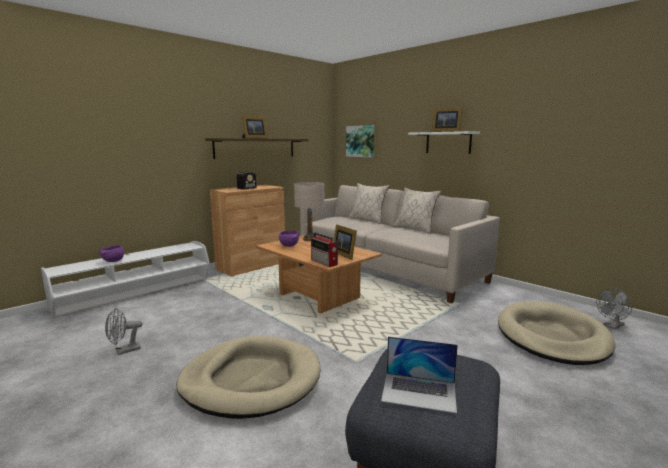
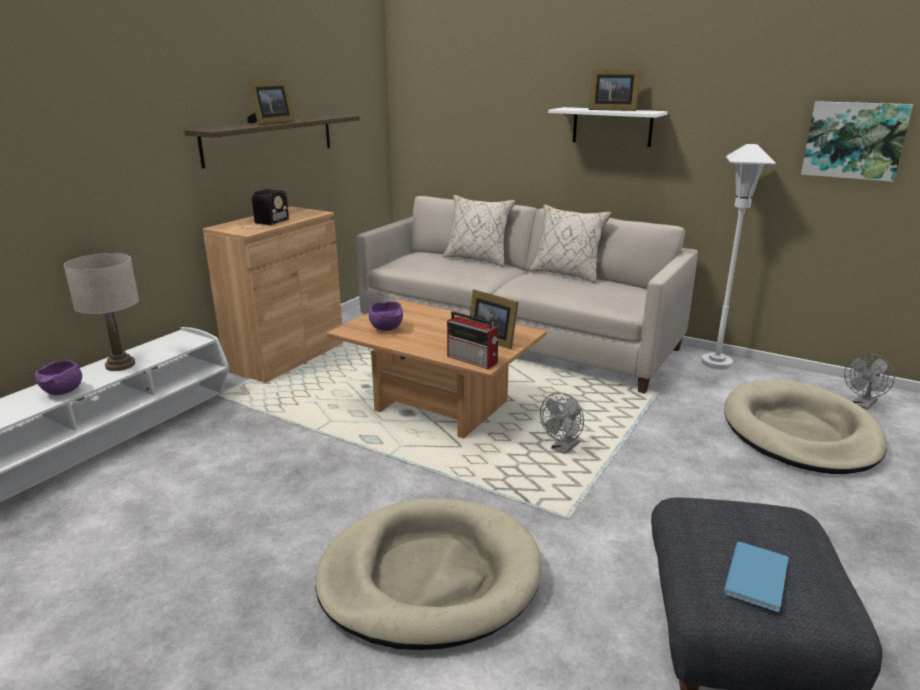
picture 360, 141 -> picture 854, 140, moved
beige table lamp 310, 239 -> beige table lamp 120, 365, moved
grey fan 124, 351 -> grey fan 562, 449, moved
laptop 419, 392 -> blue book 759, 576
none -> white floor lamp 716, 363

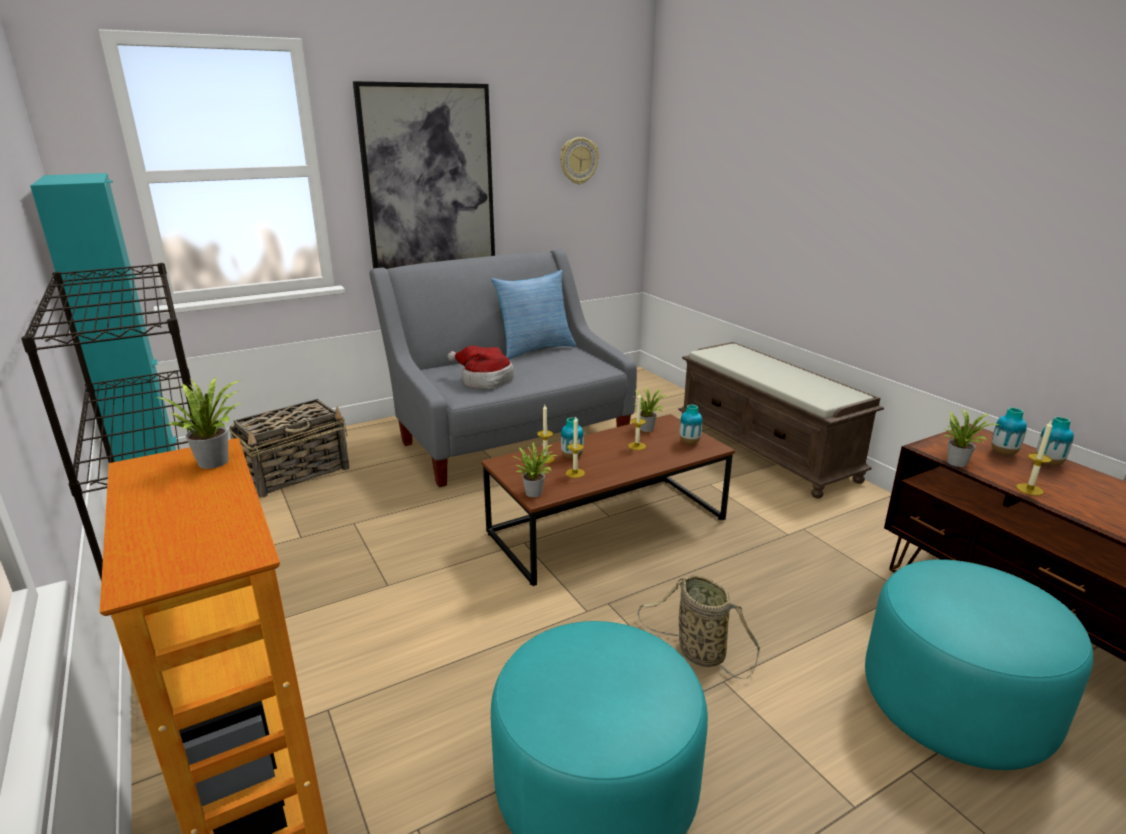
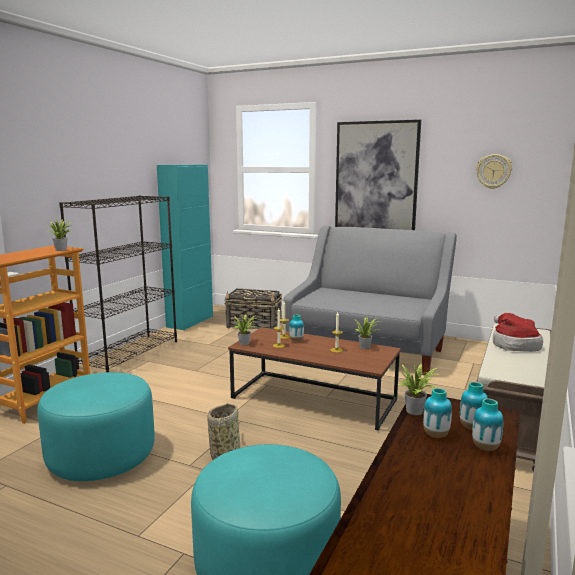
pillow 534, 349 -> none
hat 484, 380 -> hat 513, 344, moved
vase 689, 442 -> vase 436, 435, moved
candle 1029, 489 -> none

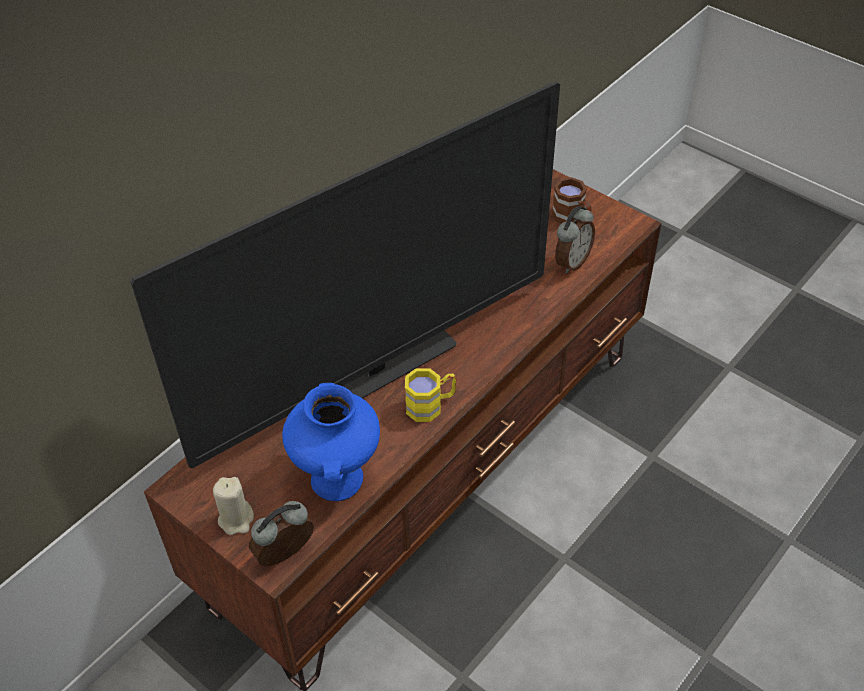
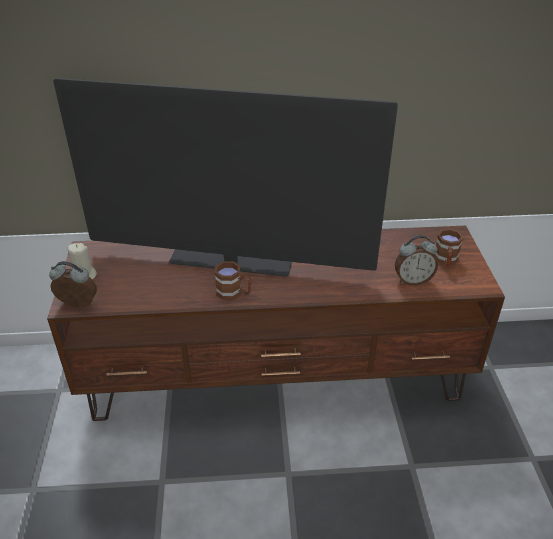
yellow mug 431, 405 -> brown mug 234, 293
blue vase 338, 480 -> none

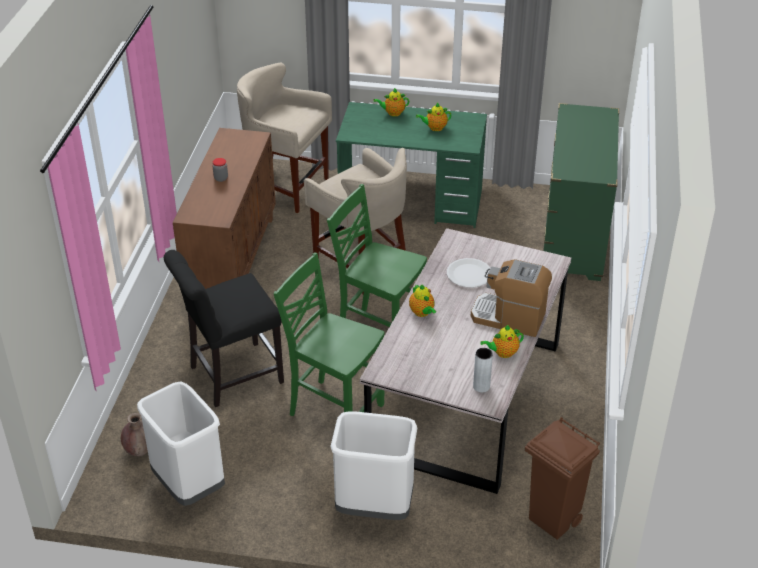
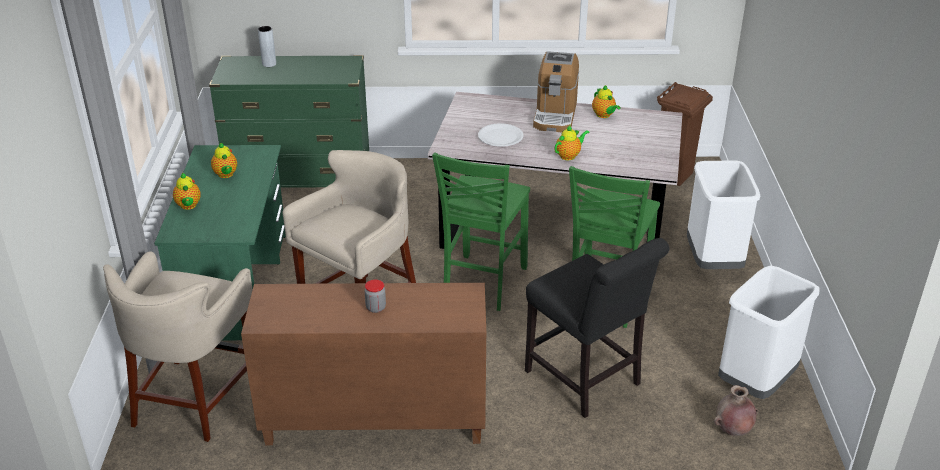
grey vase 481, 386 -> grey vase 269, 64, moved

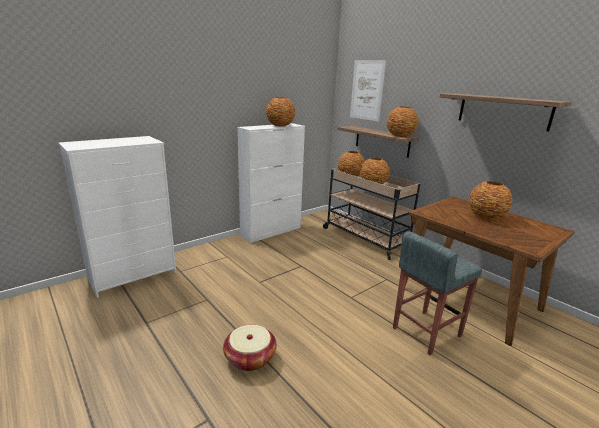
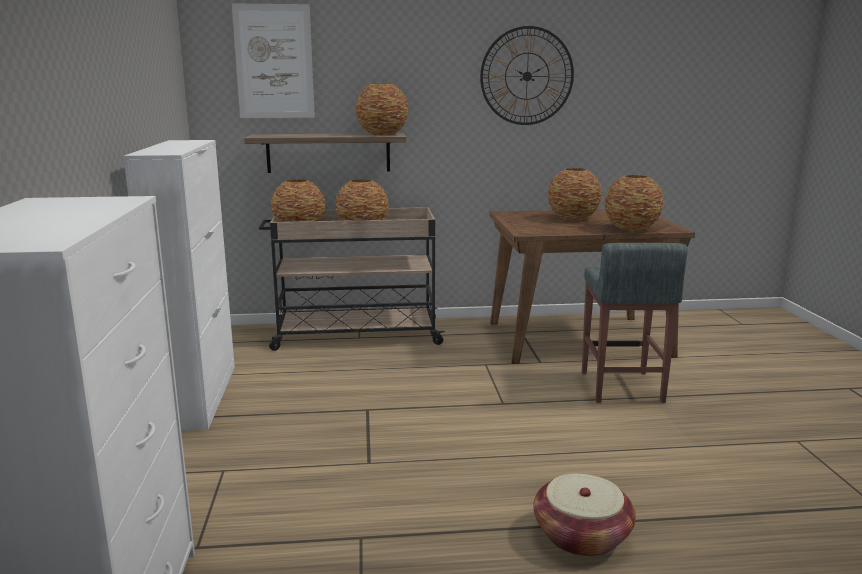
shelf 503, 111 -> wall clock 527, 76
vase 280, 125 -> vase 632, 229, moved

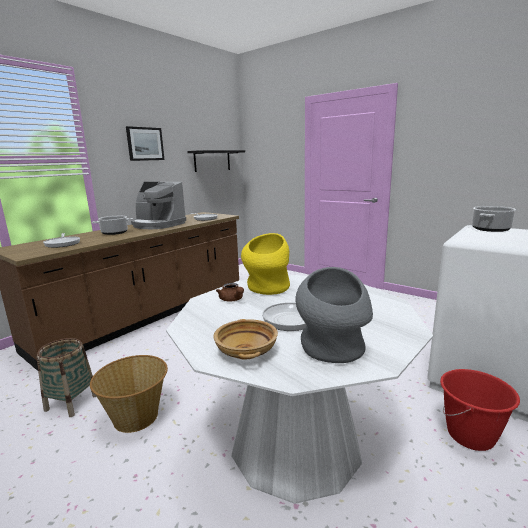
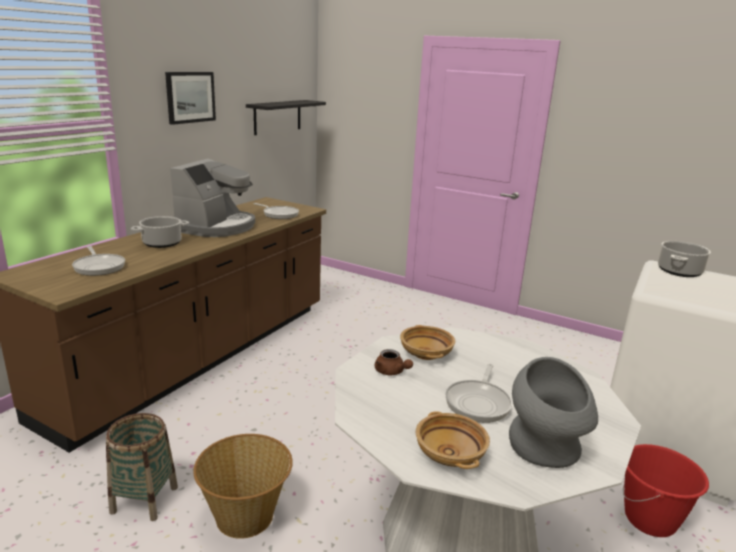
coffee machine 158, 225 -> coffee machine 217, 227, 90 degrees counterclockwise
yellow vase 267, 289 -> beige bowl 426, 353

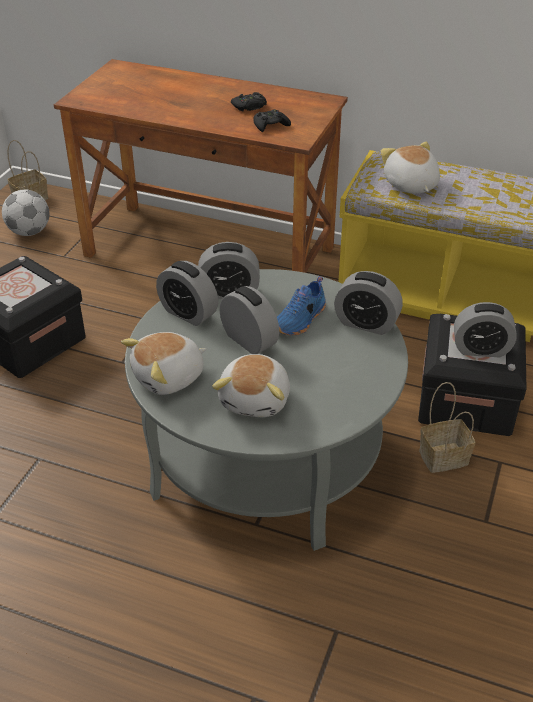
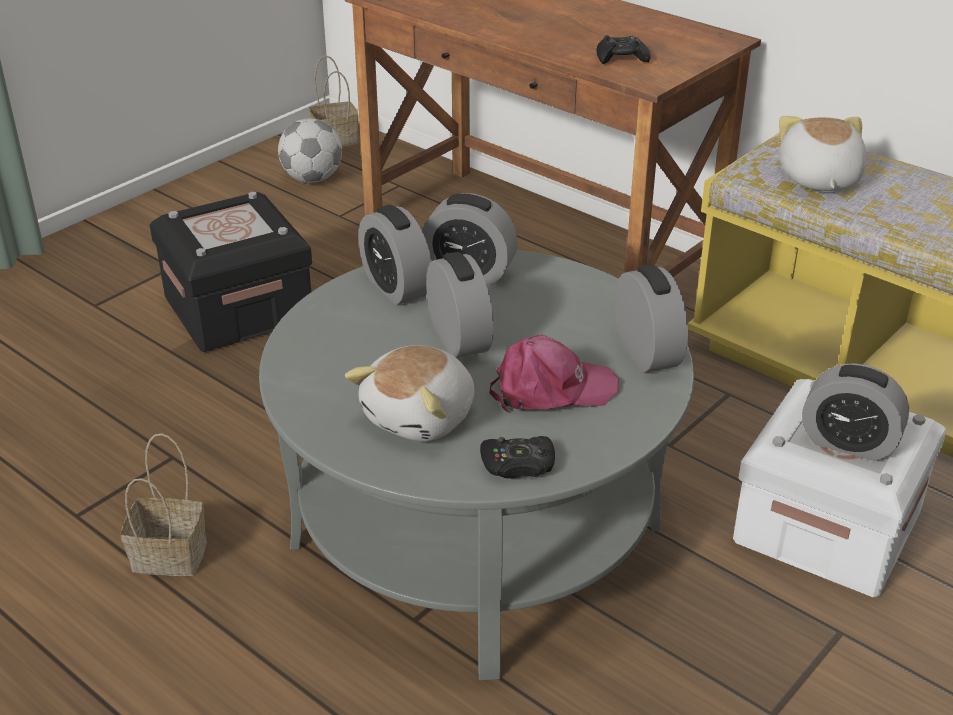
black game controller 249, 106 -> black game controller 518, 465, moved
alarm clock 366, 323 -> alarm clock 646, 352, 150 degrees counterclockwise
blue shoe 300, 320 -> none
black storage box 466, 399 -> white storage box 827, 527
plush toy 169, 377 -> none
basket 444, 456 -> basket 172, 555, moved
none -> pink cap 551, 389

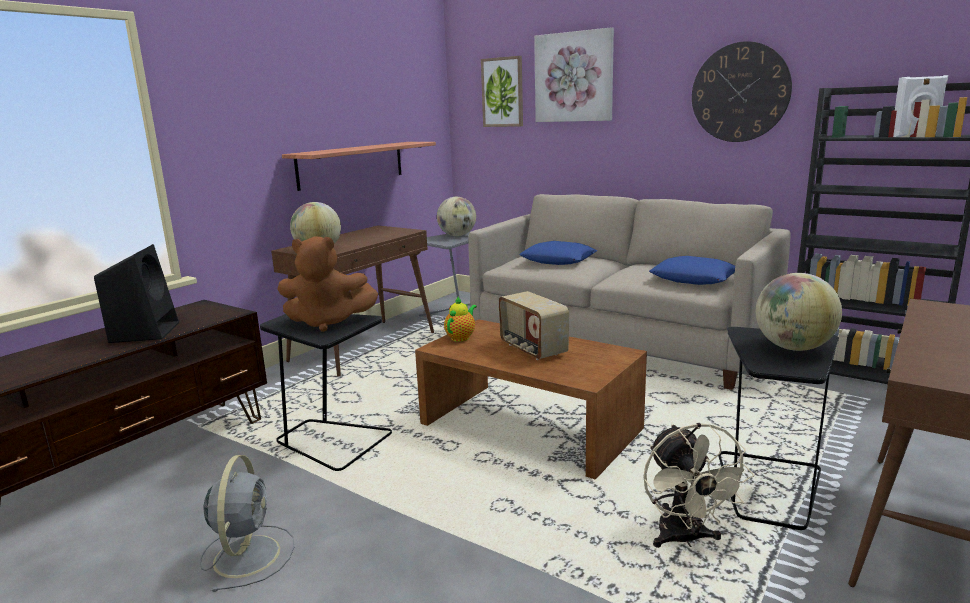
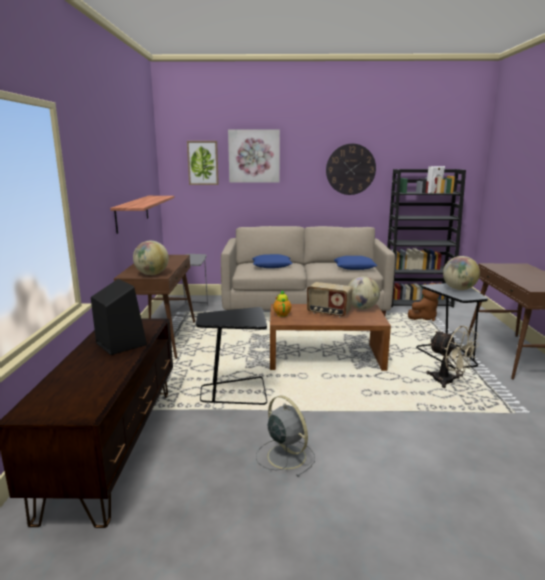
globe 457, 235 -> globe 362, 308, moved
brown plush toy 328, 322 -> brown plush toy 423, 318, moved

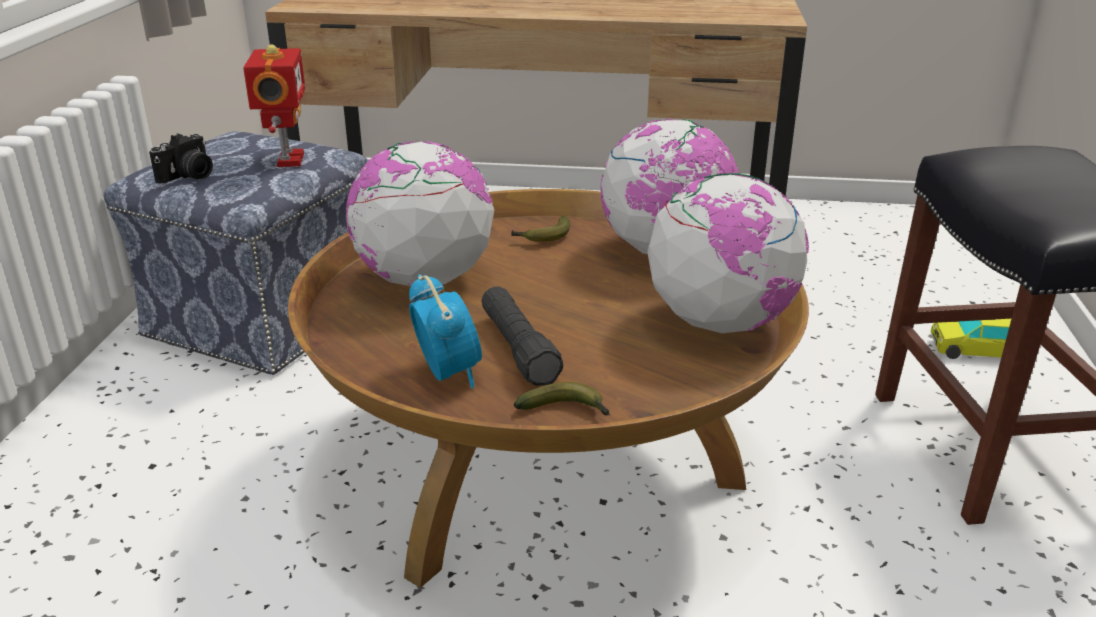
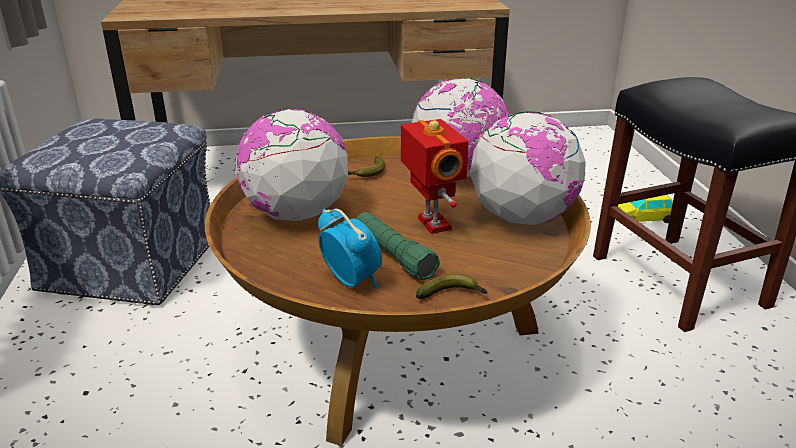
toy robot 287, 160 -> toy robot 431, 224, moved
photo camera 189, 176 -> none
black flashlight 518, 349 -> green flashlight 393, 256

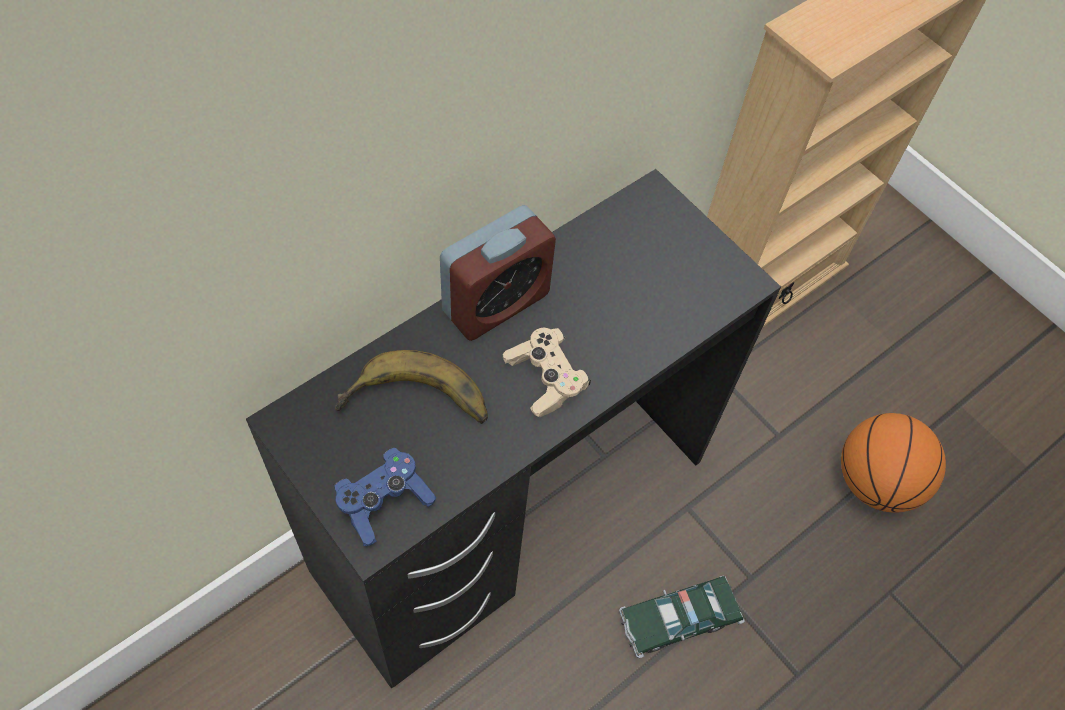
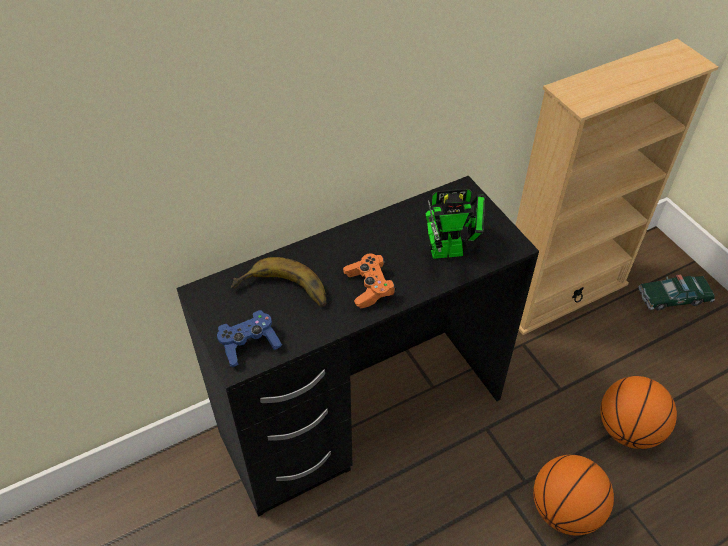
alarm clock 496, 303 -> none
beige game controller 545, 379 -> orange game controller 369, 287
toy car 679, 619 -> toy car 673, 298, moved
none -> toy robot 452, 251
none -> basketball 565, 510

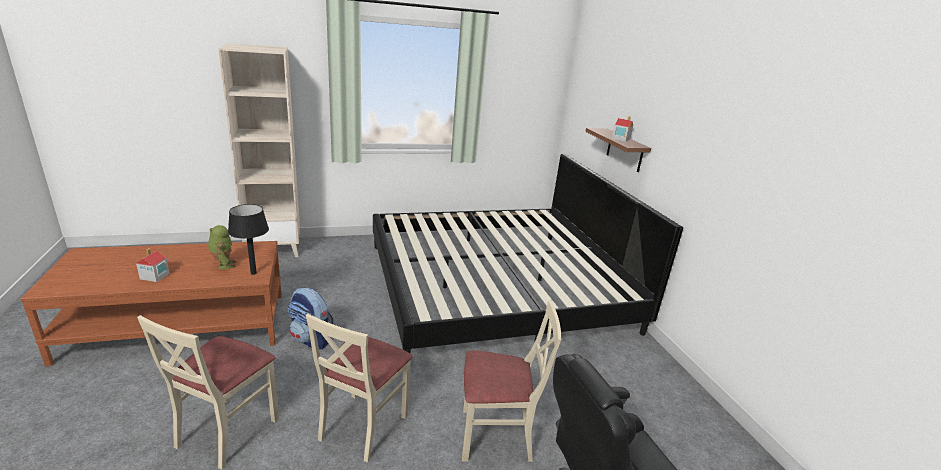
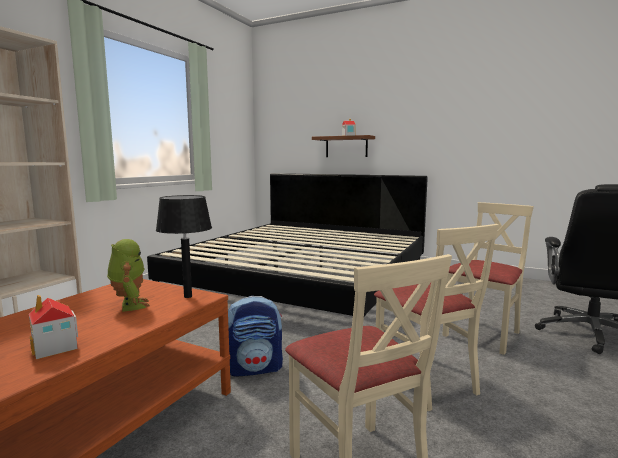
toy robot 223, 265 -> toy robot 130, 305, 45 degrees clockwise

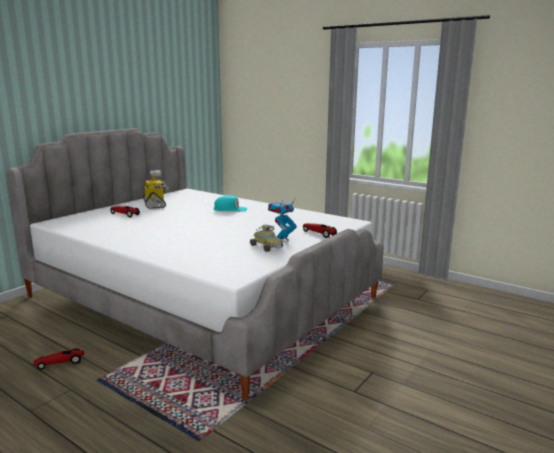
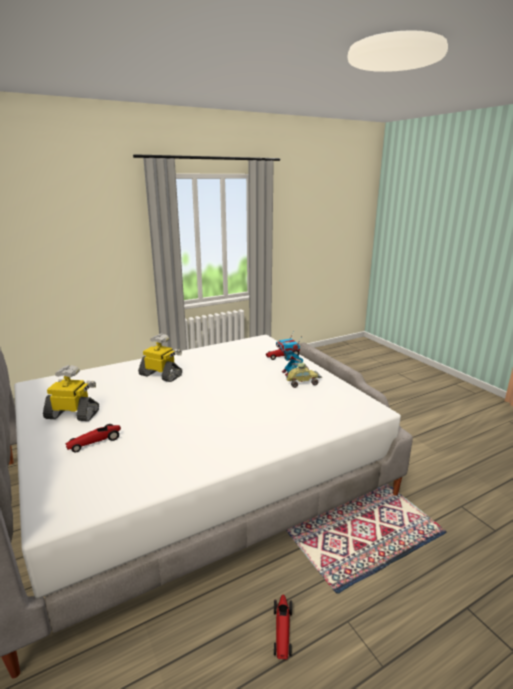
turquoise cap 230, 209 -> toy robot 161, 375

